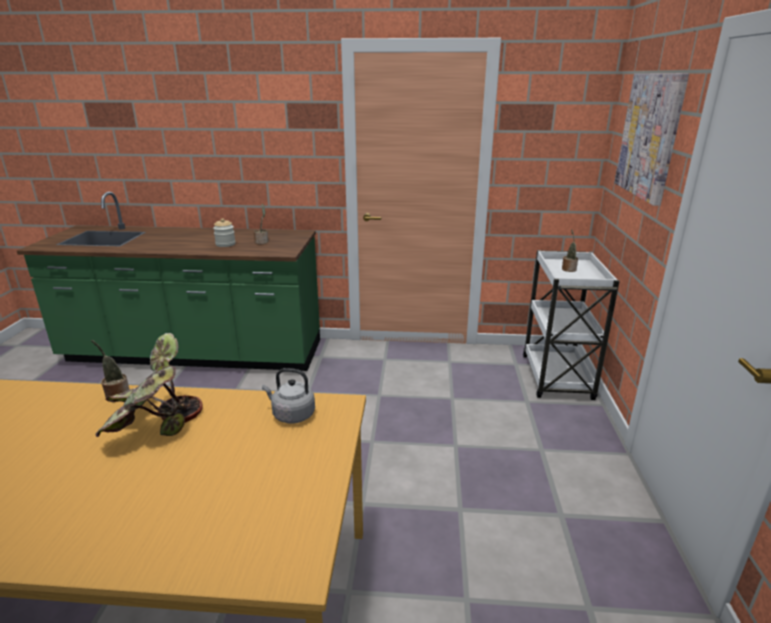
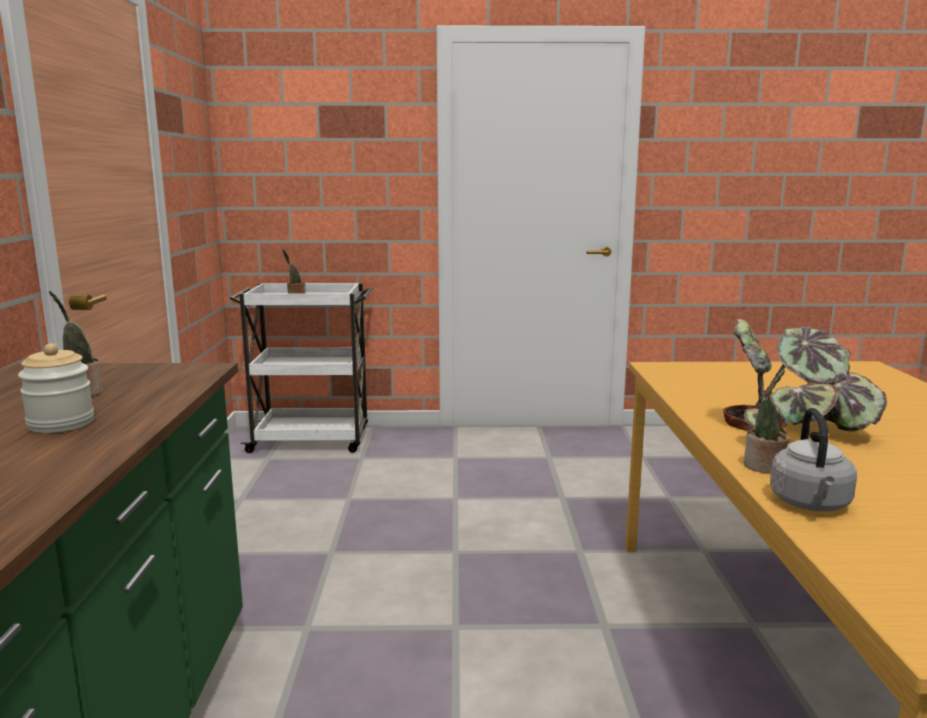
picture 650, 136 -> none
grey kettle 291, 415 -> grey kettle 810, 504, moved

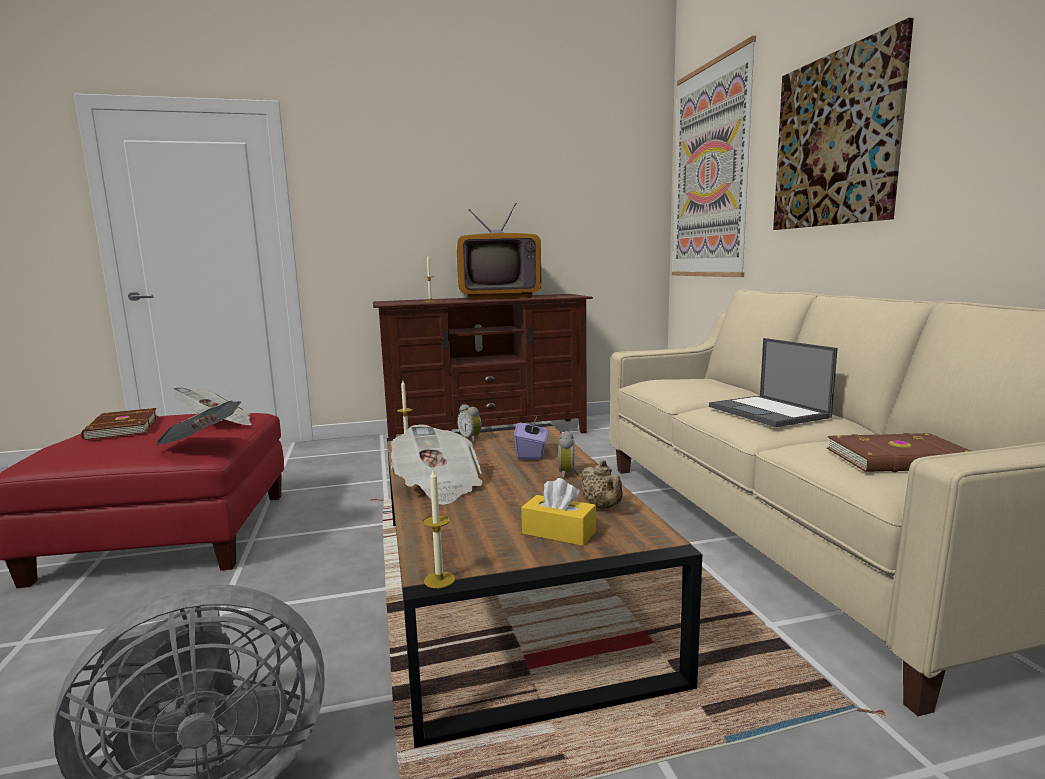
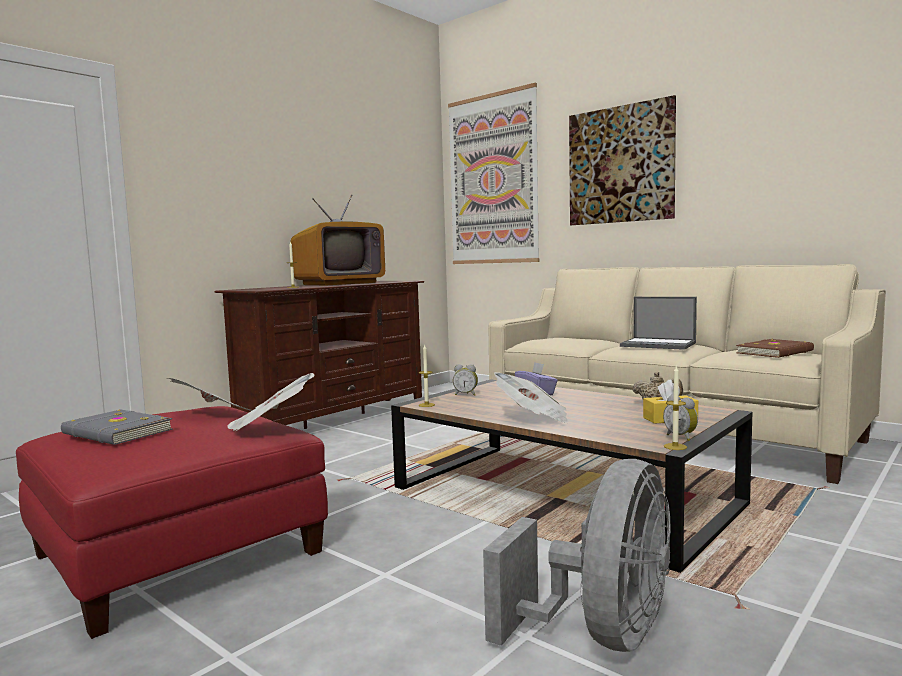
brown book 121, 428 -> grey book 116, 432
alarm clock 568, 475 -> alarm clock 681, 437, moved

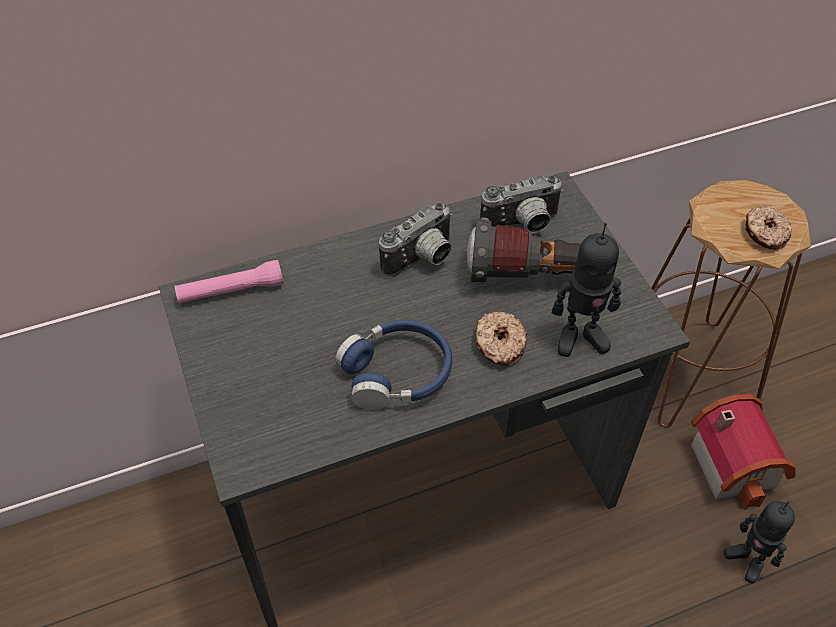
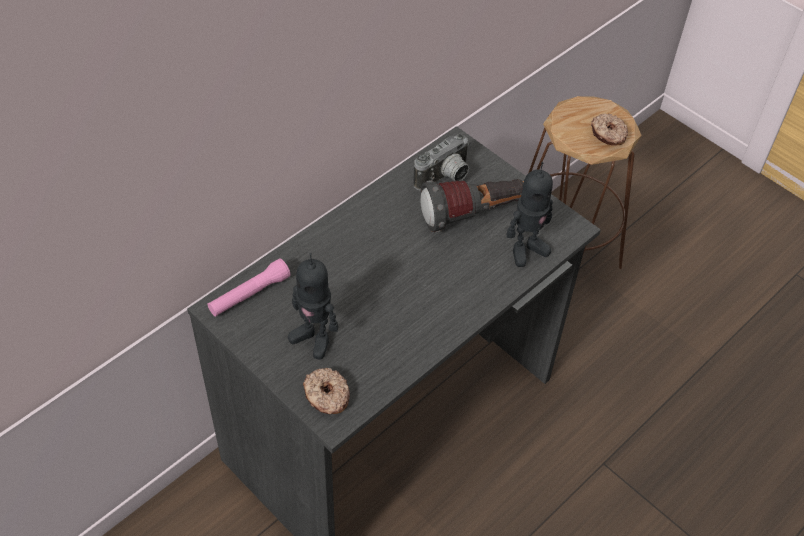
photo camera 422, 260 -> none
donut 499, 344 -> donut 326, 396, moved
blue headphones 397, 373 -> none
toy house 736, 463 -> none
toy robot 748, 560 -> toy robot 314, 338, moved

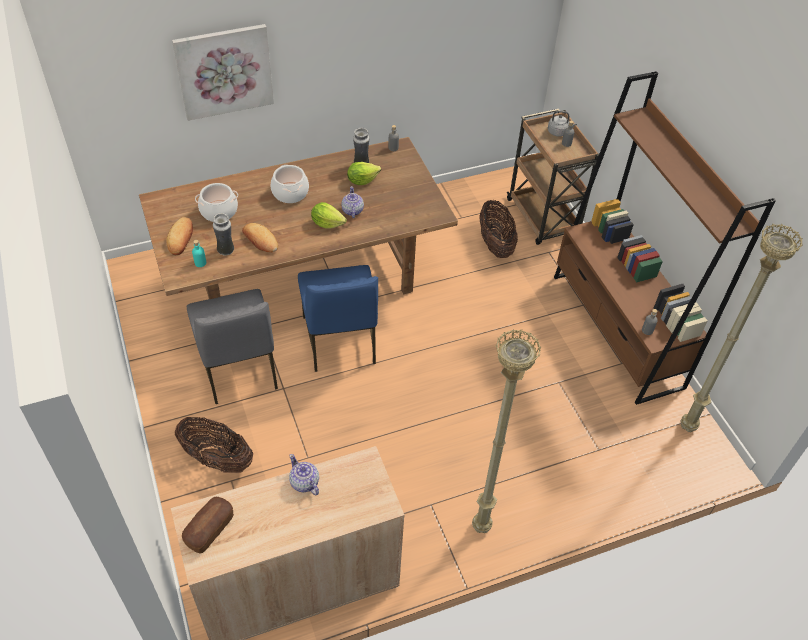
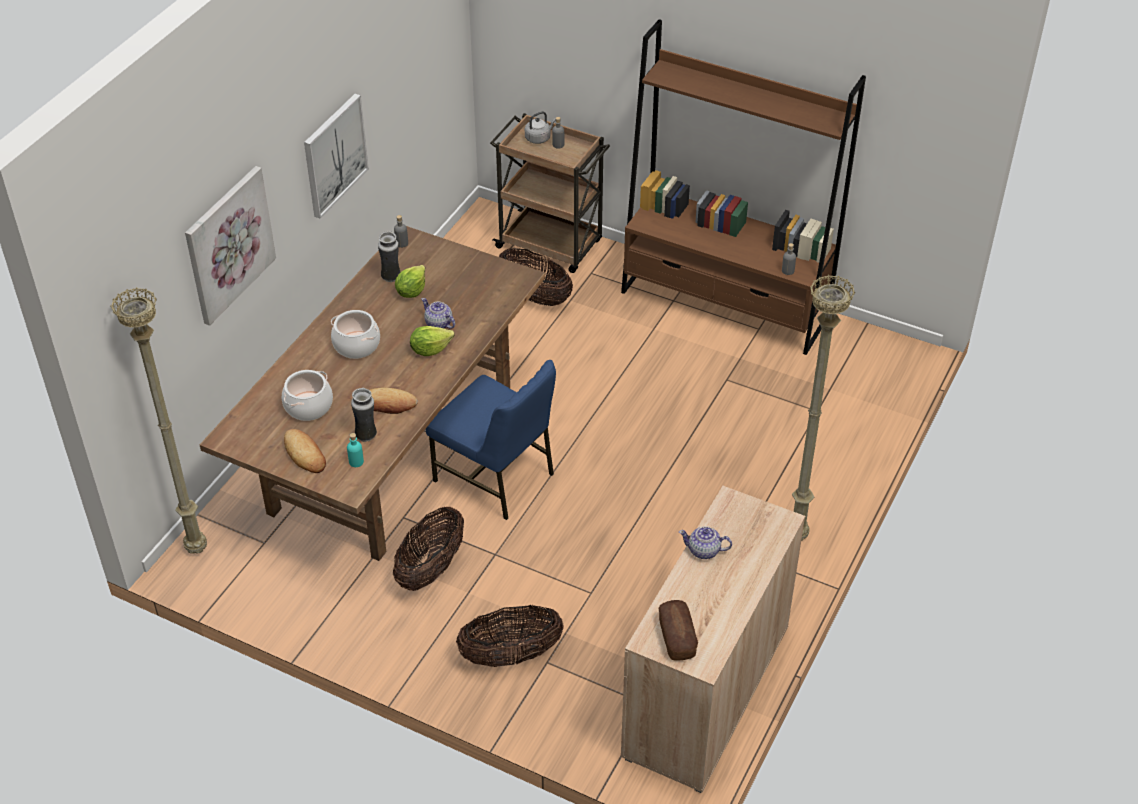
beige floor lamp 686, 427 -> beige floor lamp 196, 550, moved
grey chair 239, 369 -> basket 430, 568
none -> picture 334, 155

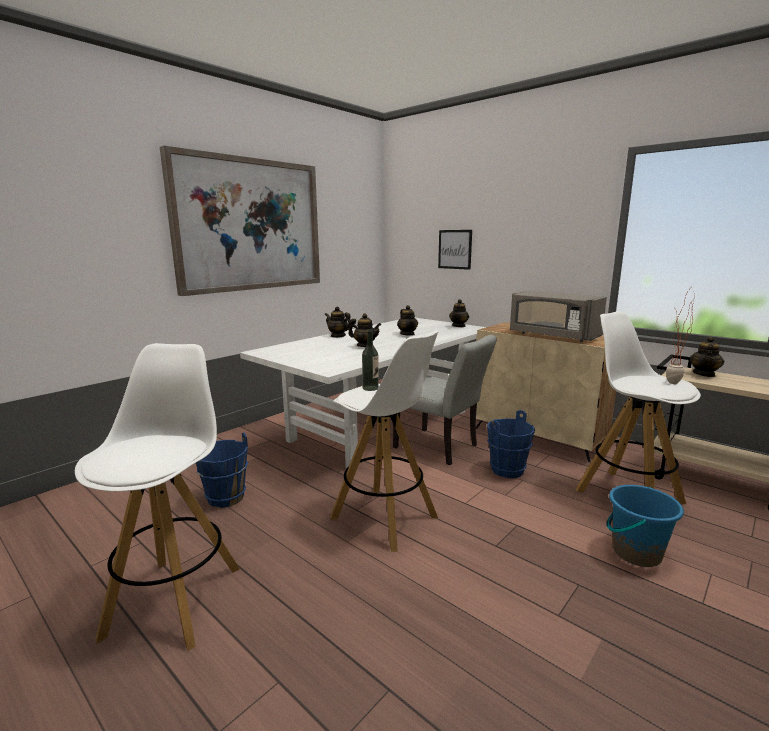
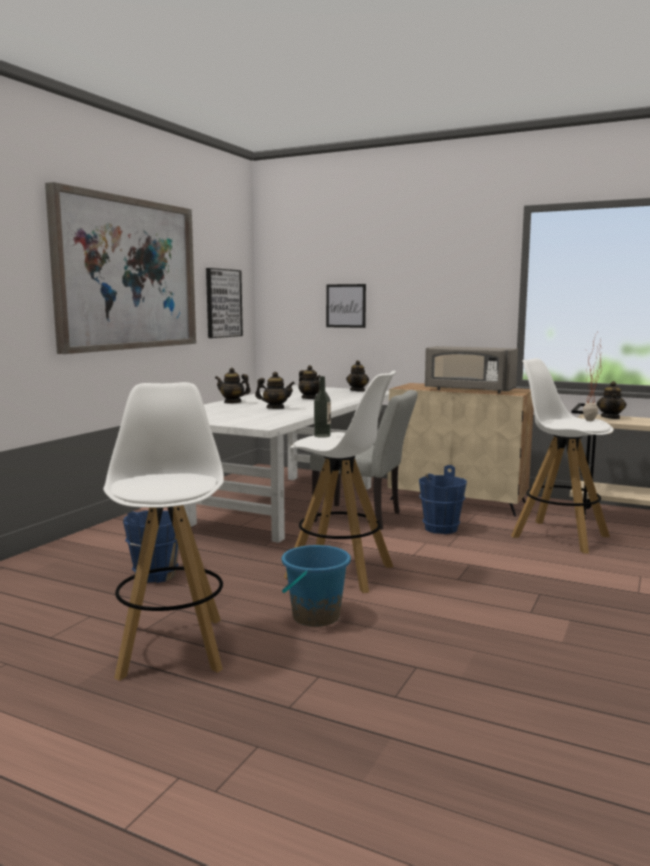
blue bucket 636, 552 -> blue bucket 315, 616, moved
none -> picture 223, 303

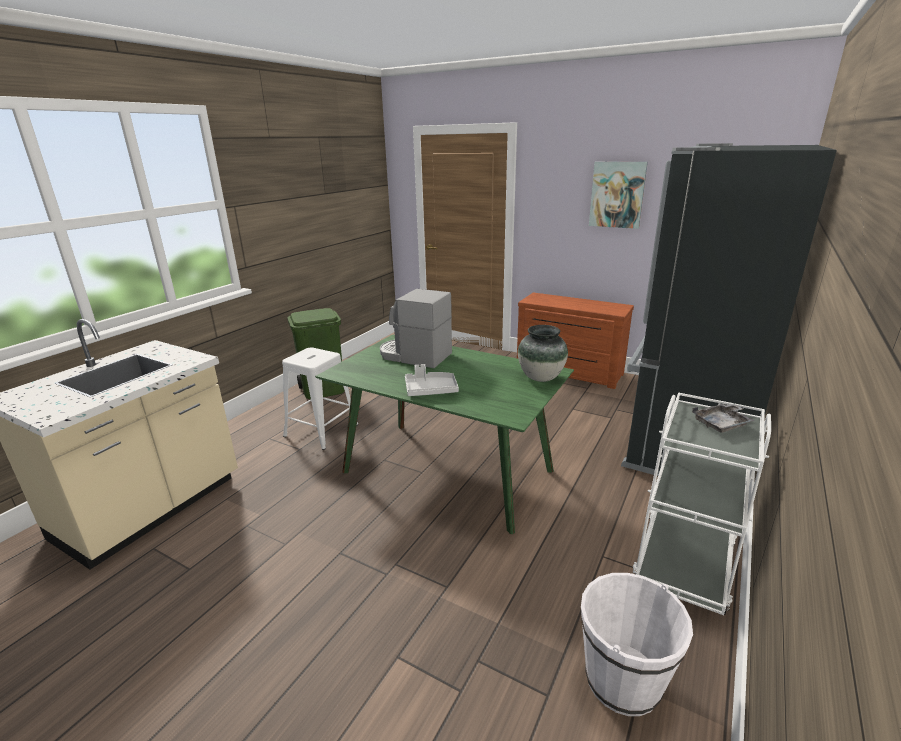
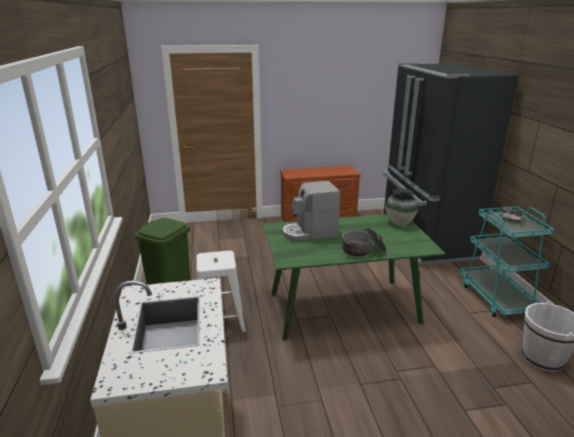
picture 617, 195 -> none
grey tray 430, 390 -> cooking pot 363, 250
white cart 684, 560 -> turquoise cart 496, 298

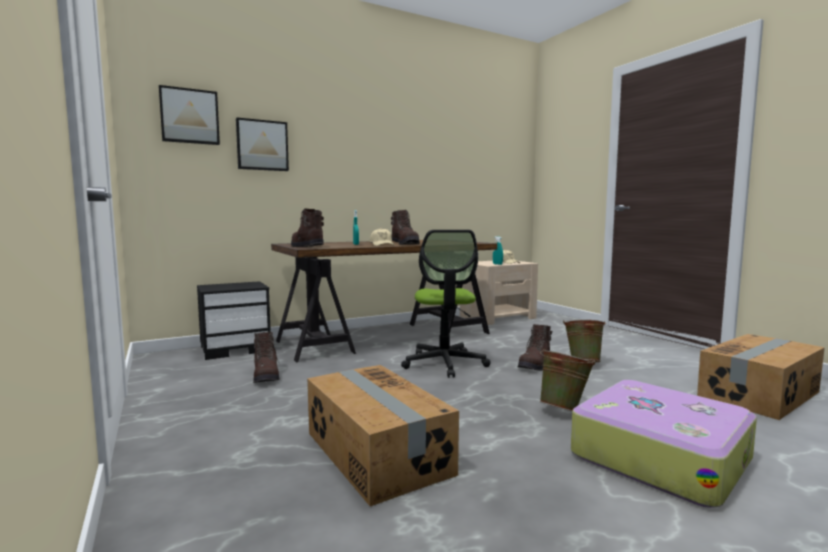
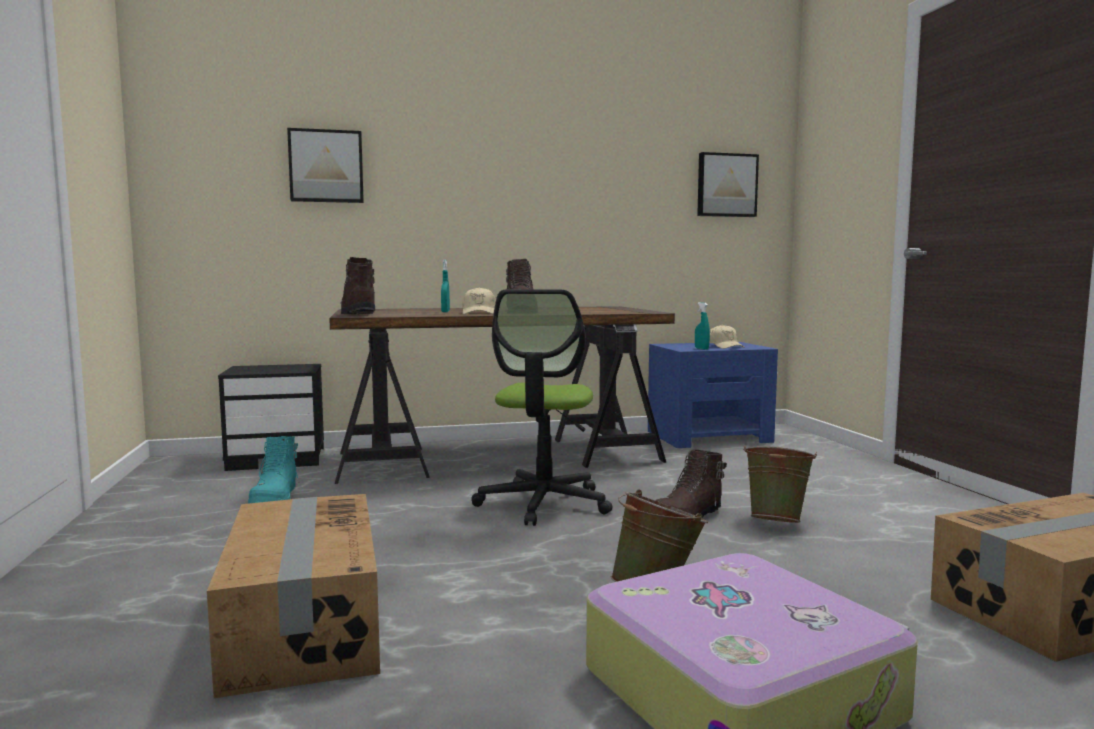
picture 189, 116 -> picture 726, 185, moved
beige nightstand 498, 317 -> blue nightstand 709, 436
brown boot 266, 376 -> turquoise boot 276, 499

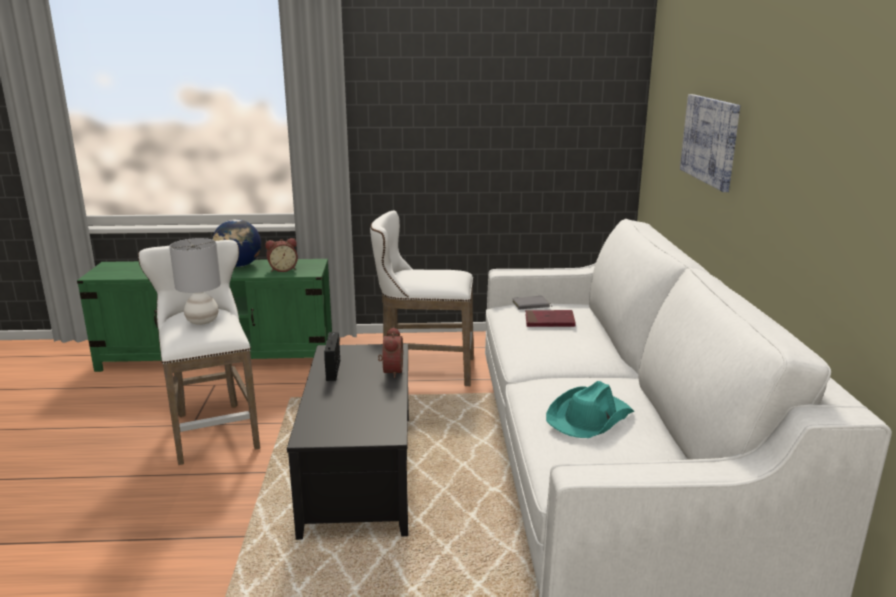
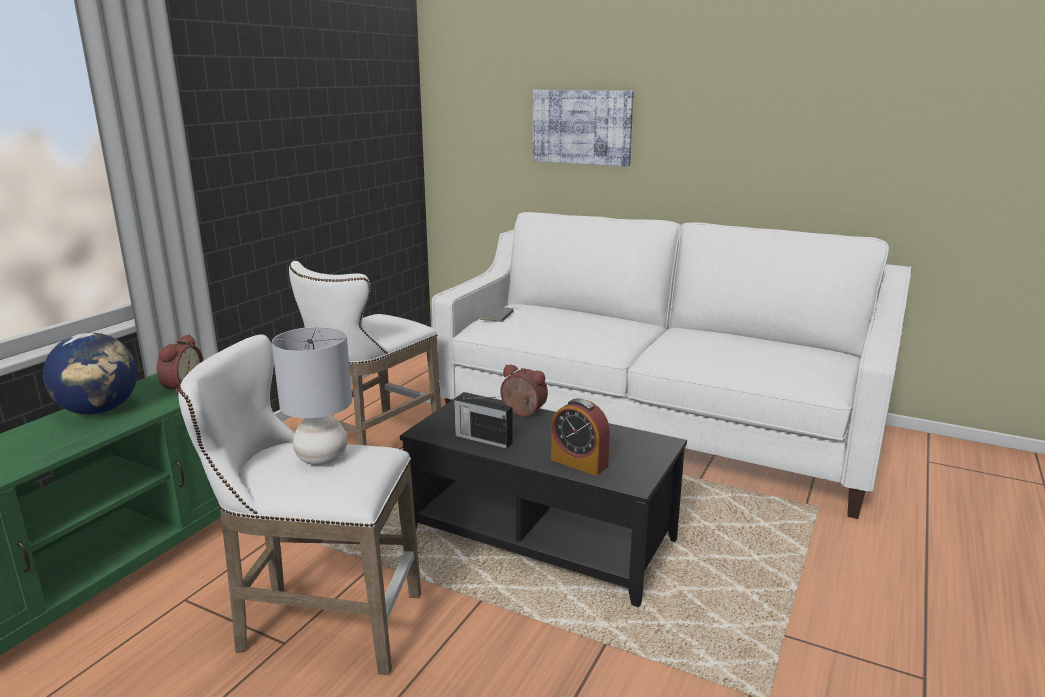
red book 549, 321 -> none
turquoise hat 589, 418 -> none
none -> alarm clock 579, 463

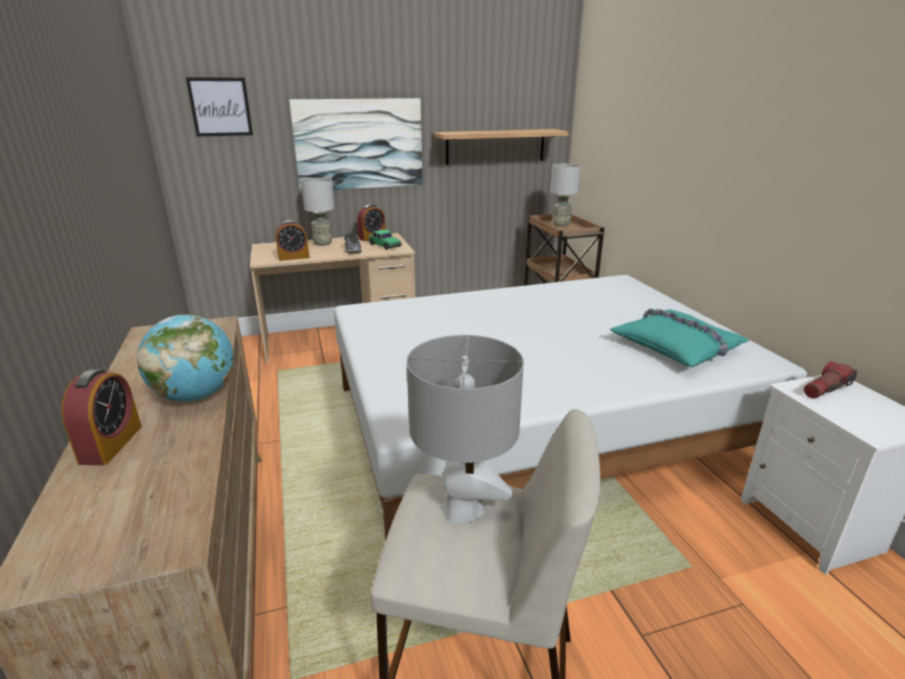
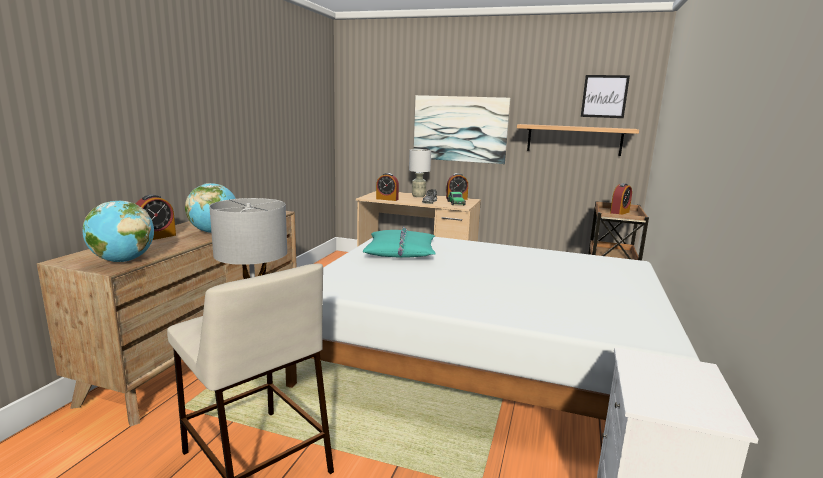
picture 220, 107 -> picture 604, 96, moved
grey table lamp 561, 225 -> alarm clock 619, 212
turquoise pillow 677, 347 -> turquoise pillow 400, 252, moved
flashlight 826, 389 -> none
none -> globe 123, 261

